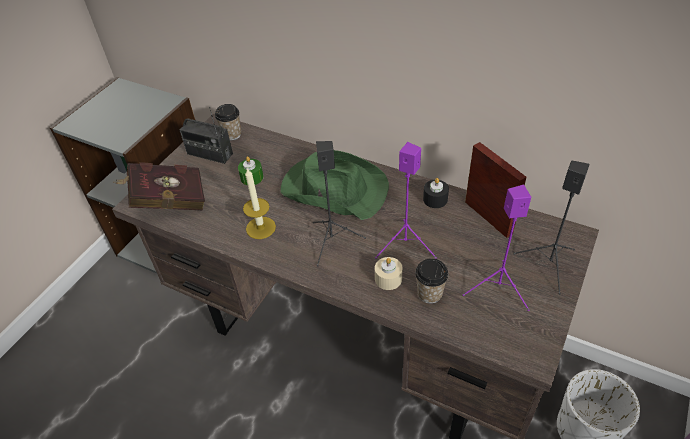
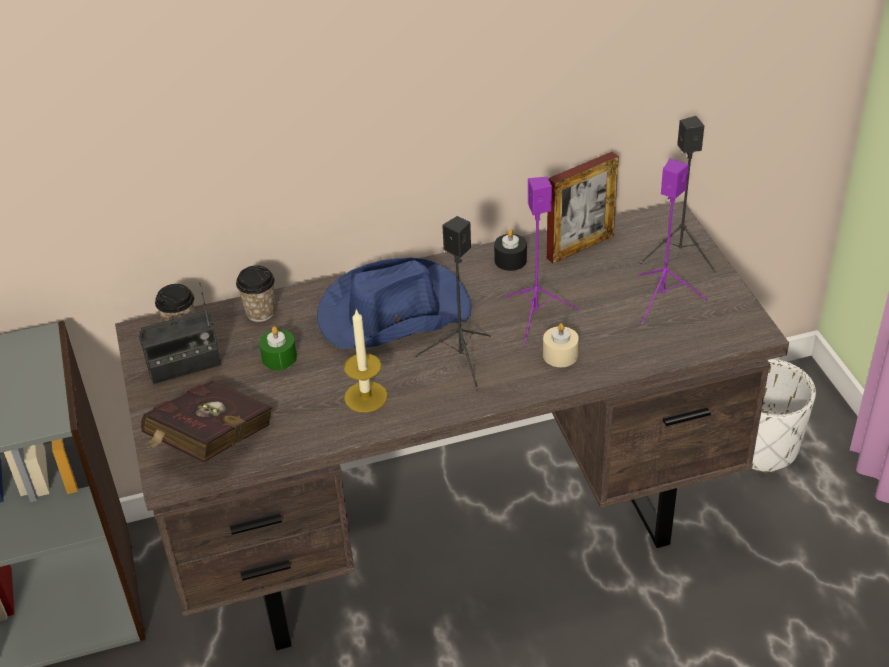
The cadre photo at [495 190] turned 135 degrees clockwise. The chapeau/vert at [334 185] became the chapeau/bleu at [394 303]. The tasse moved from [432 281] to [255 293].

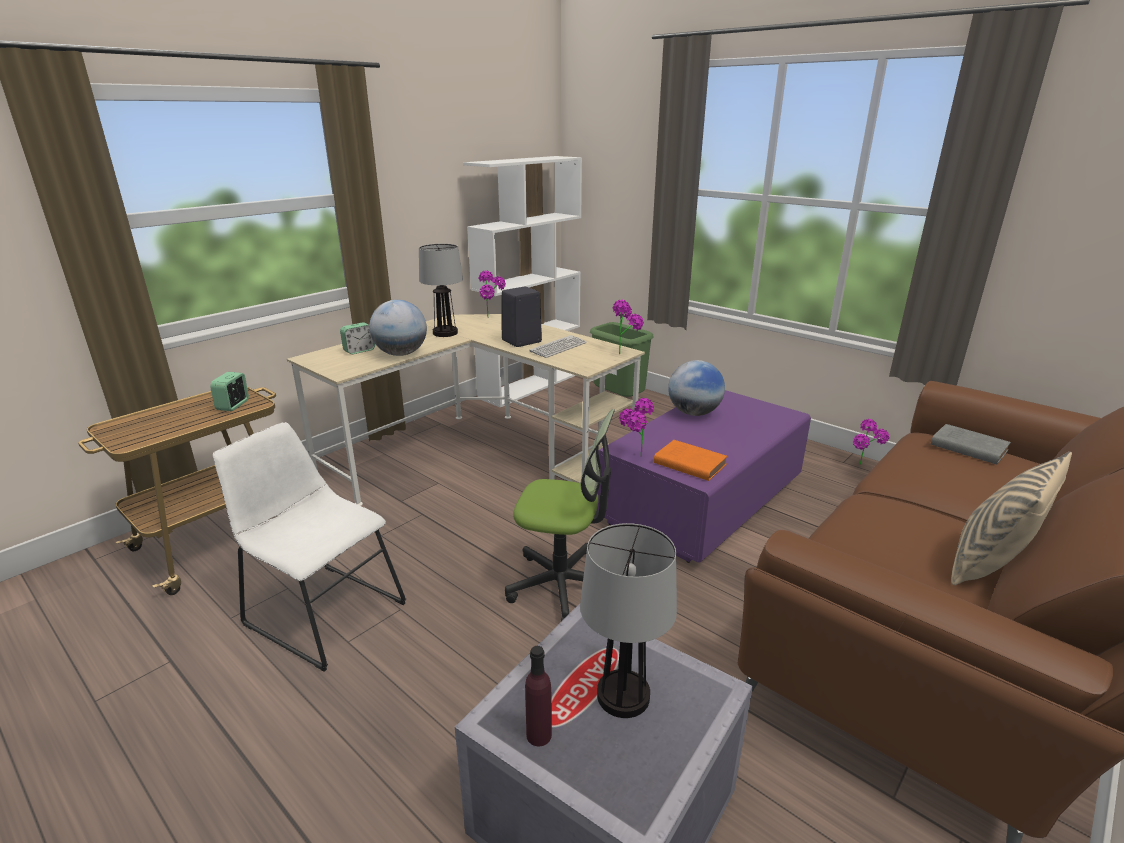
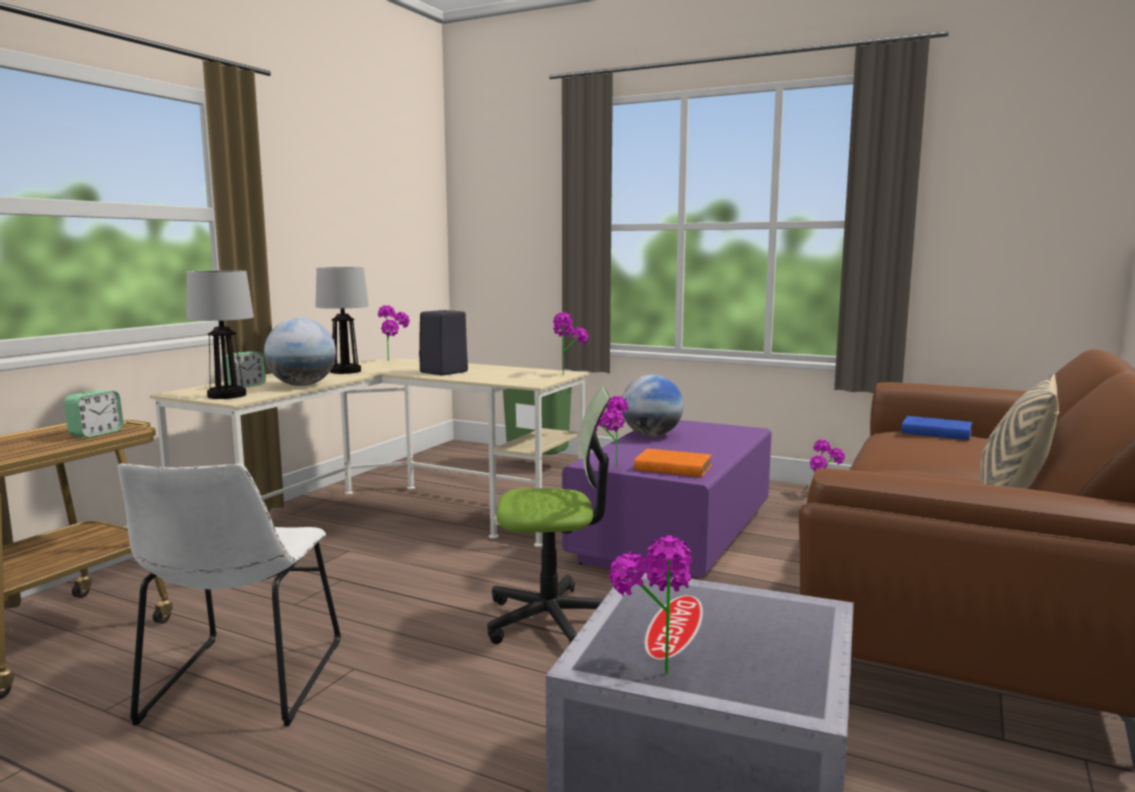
The bibliothèque/blanc at [522 281] disappeared. The clavier at [558 346] disappeared. The réveil at [229 391] turned 150 degrees counterclockwise. The chaise/blanc at [309 547] turned 105 degrees counterclockwise. The livre/gris at [971 444] became the livre/bleu at [936 428]. The lampe de table moved from [628 620] to [220 334]. The bouteille/violet at [538 696] was replaced by the plante en pot at [650 604].

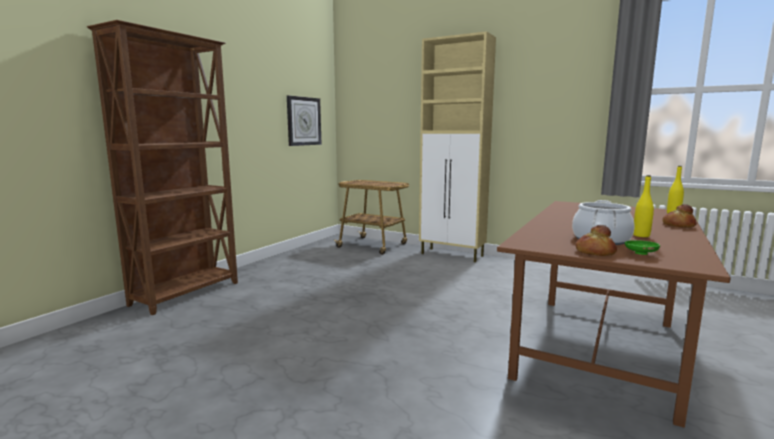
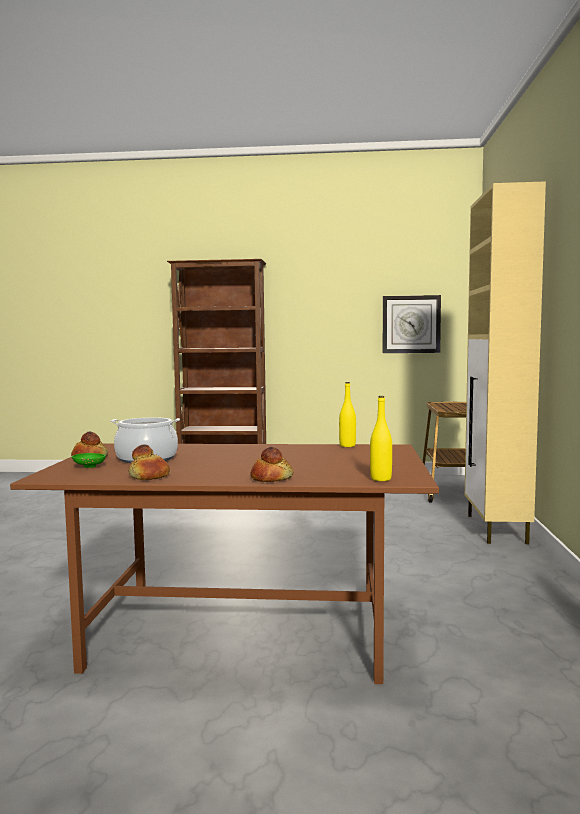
The bouteille/jaune moved from [643 206] to [347 414]. The pain at [149 462] appeared.

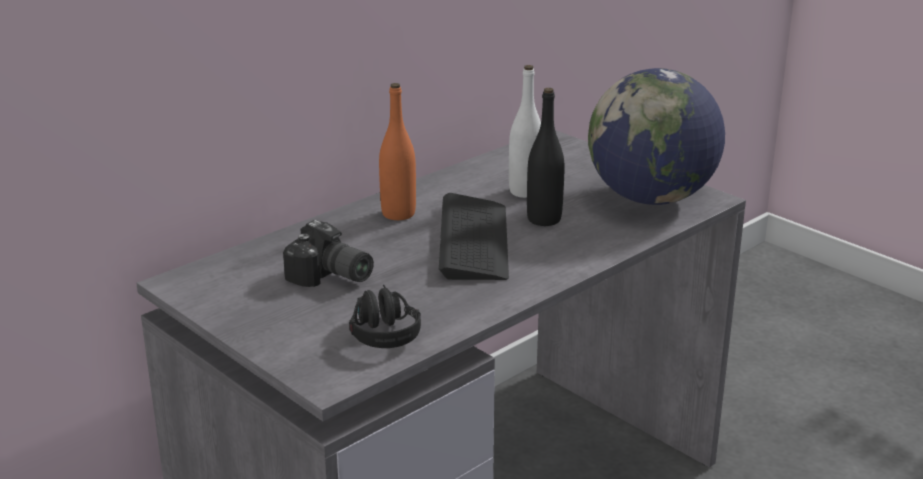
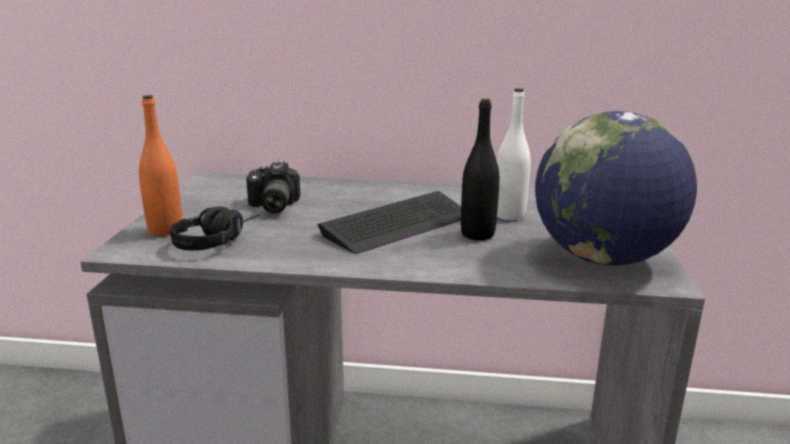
The bouteille/orange moved from [397 151] to [160 165].

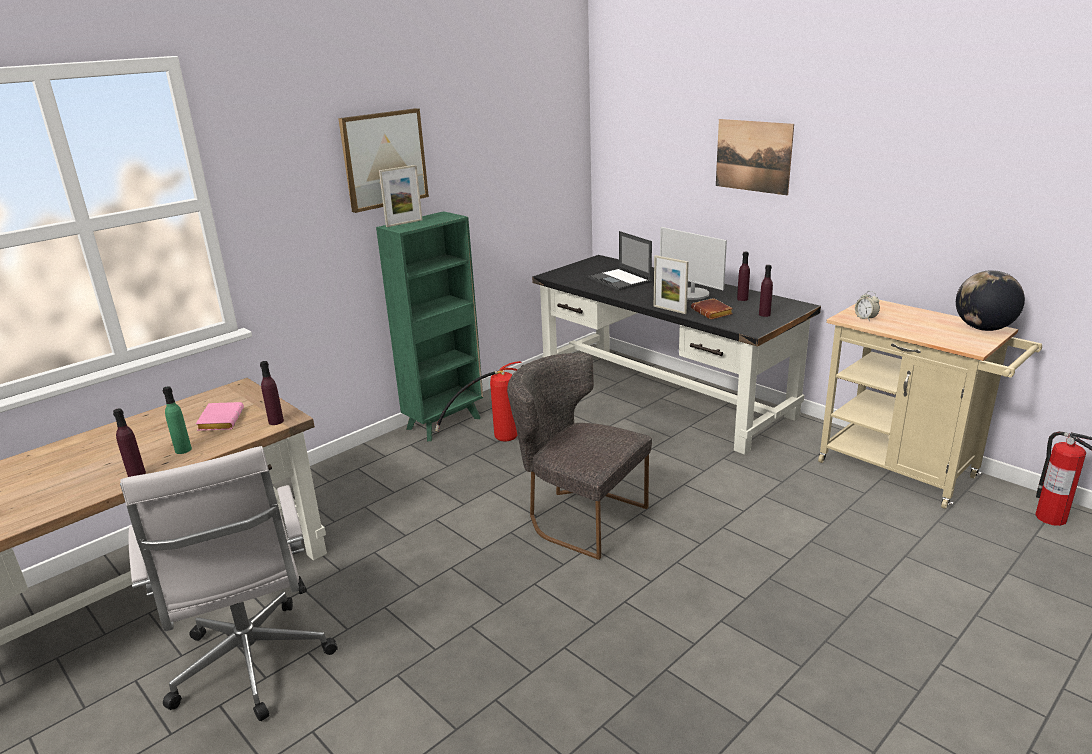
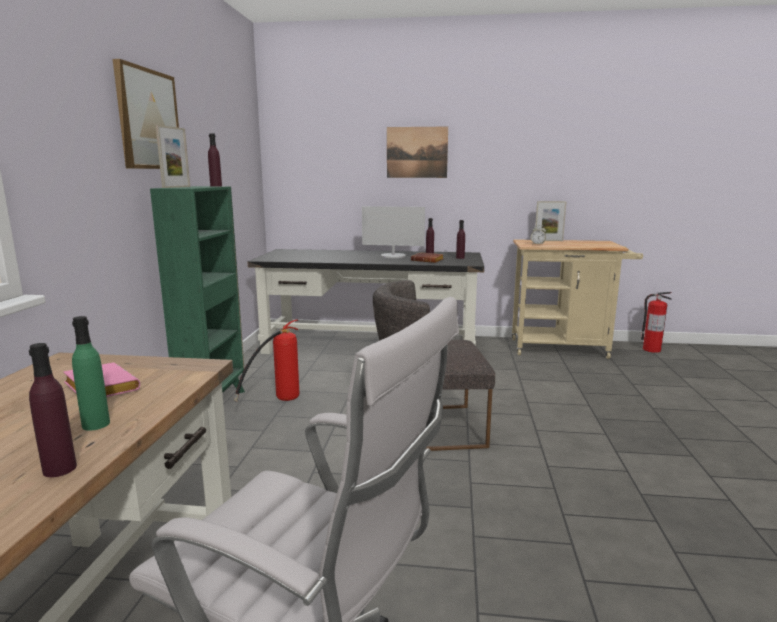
The ordinateur portable at [620 260] disappeared. The cadre photo moved from [671 284] to [551 221]. The globe at [990 300] disappeared. The bouteille/violet moved from [272 393] to [215 160].

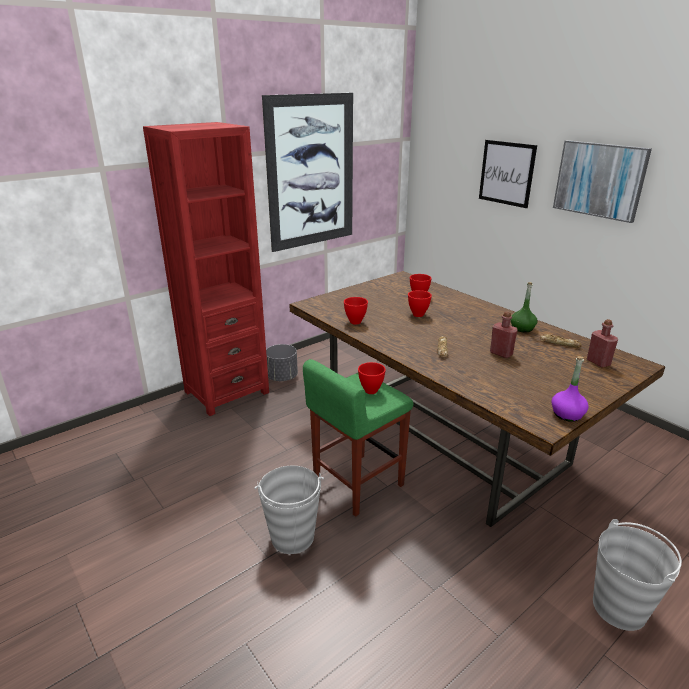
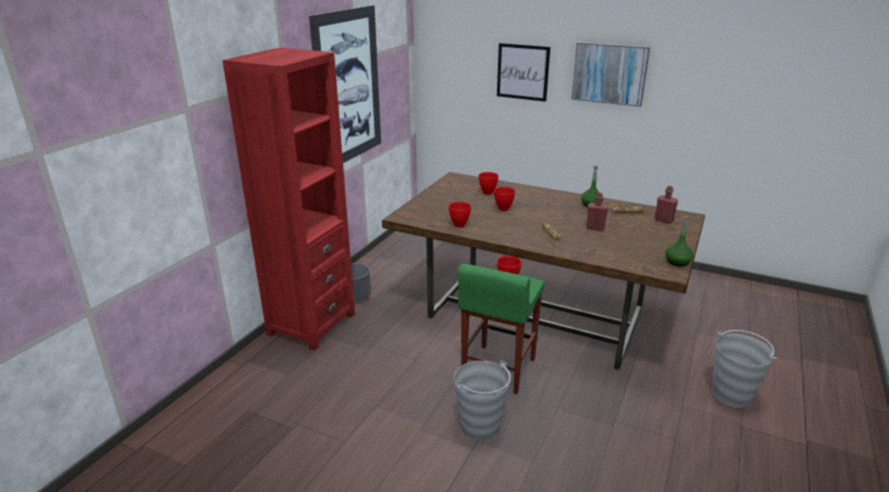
The bouteille/violet at [570 389] became the bouteille/vert at [680 241].

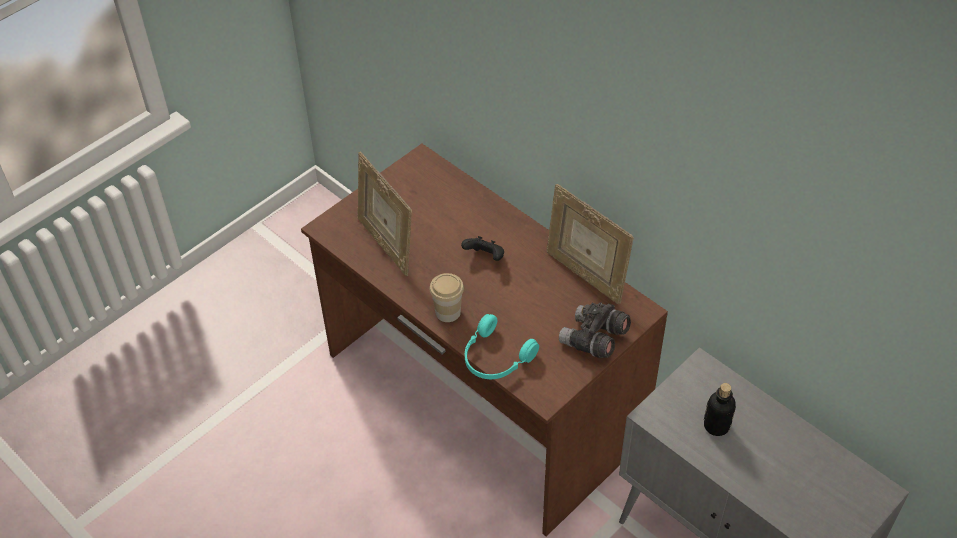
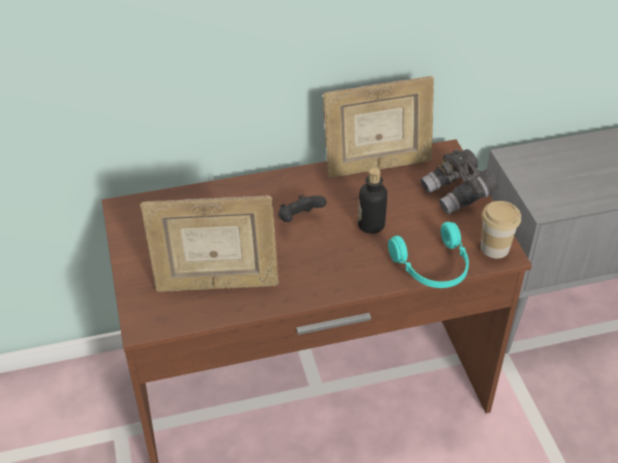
The tasse moved from [447 297] to [501 229]. The bouteille moved from [720 409] to [373 201].

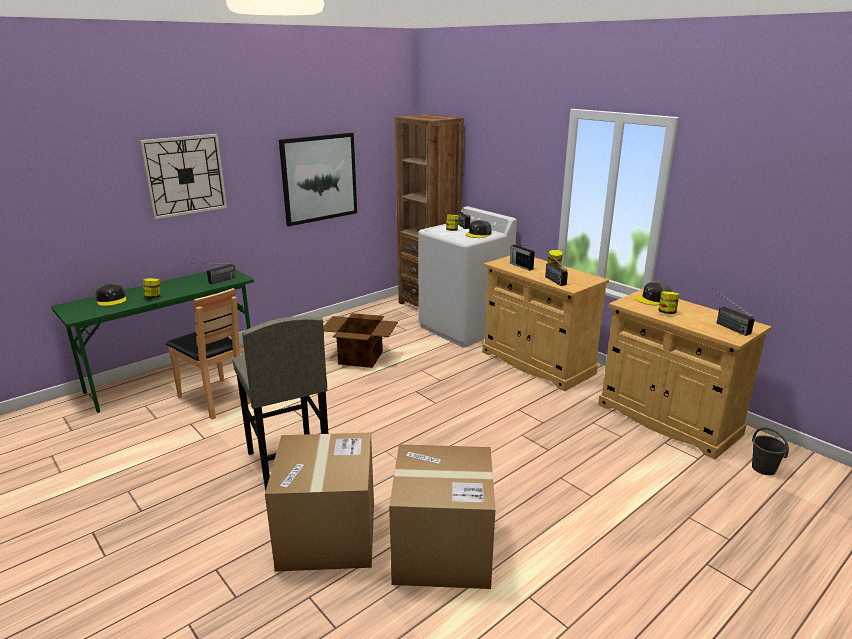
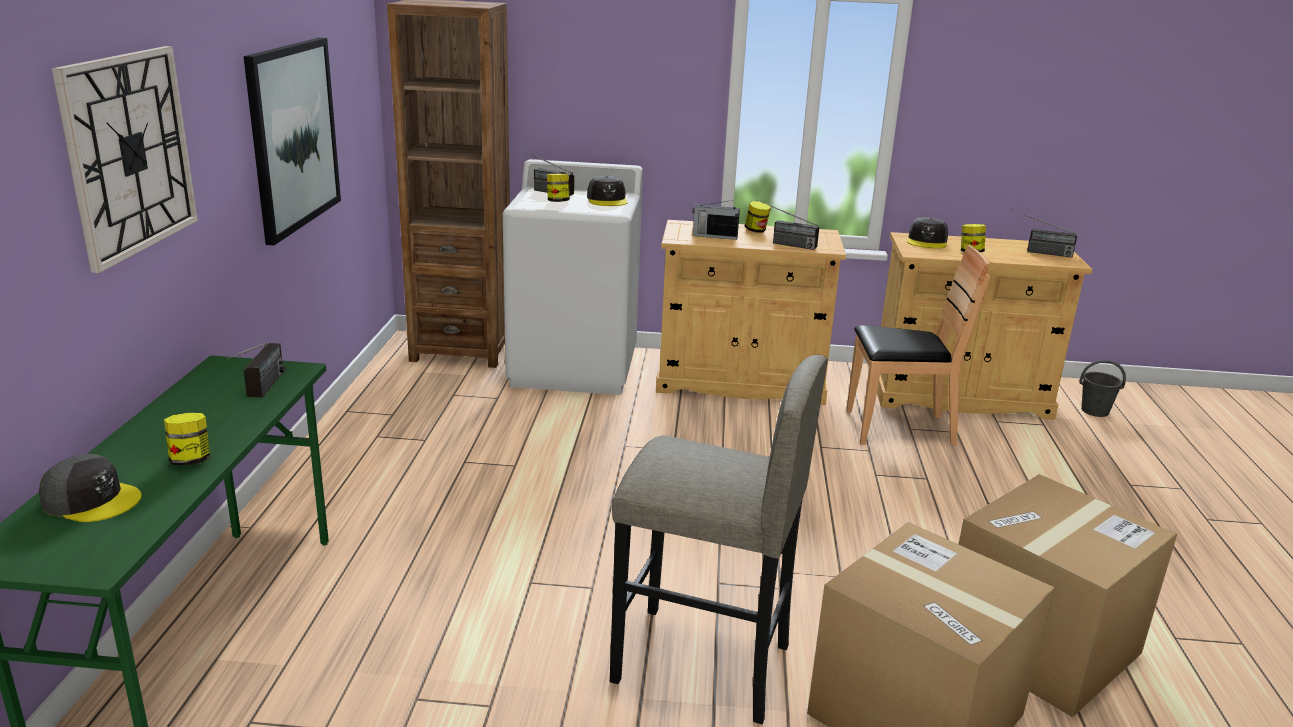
The chaise/marron moved from [208 353] to [918 345]. The carton at [361 340] disappeared.

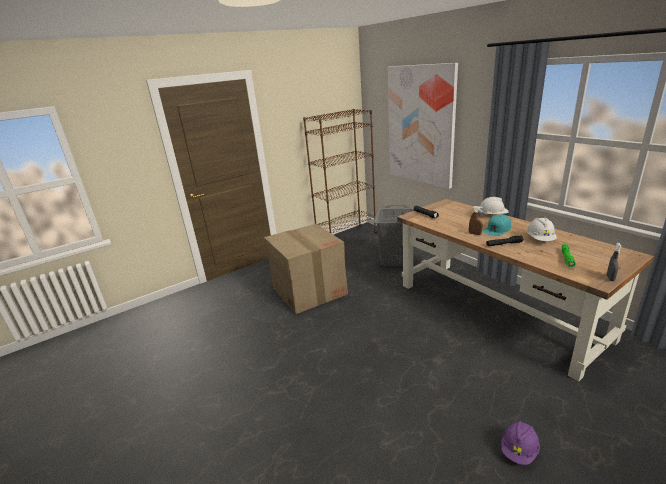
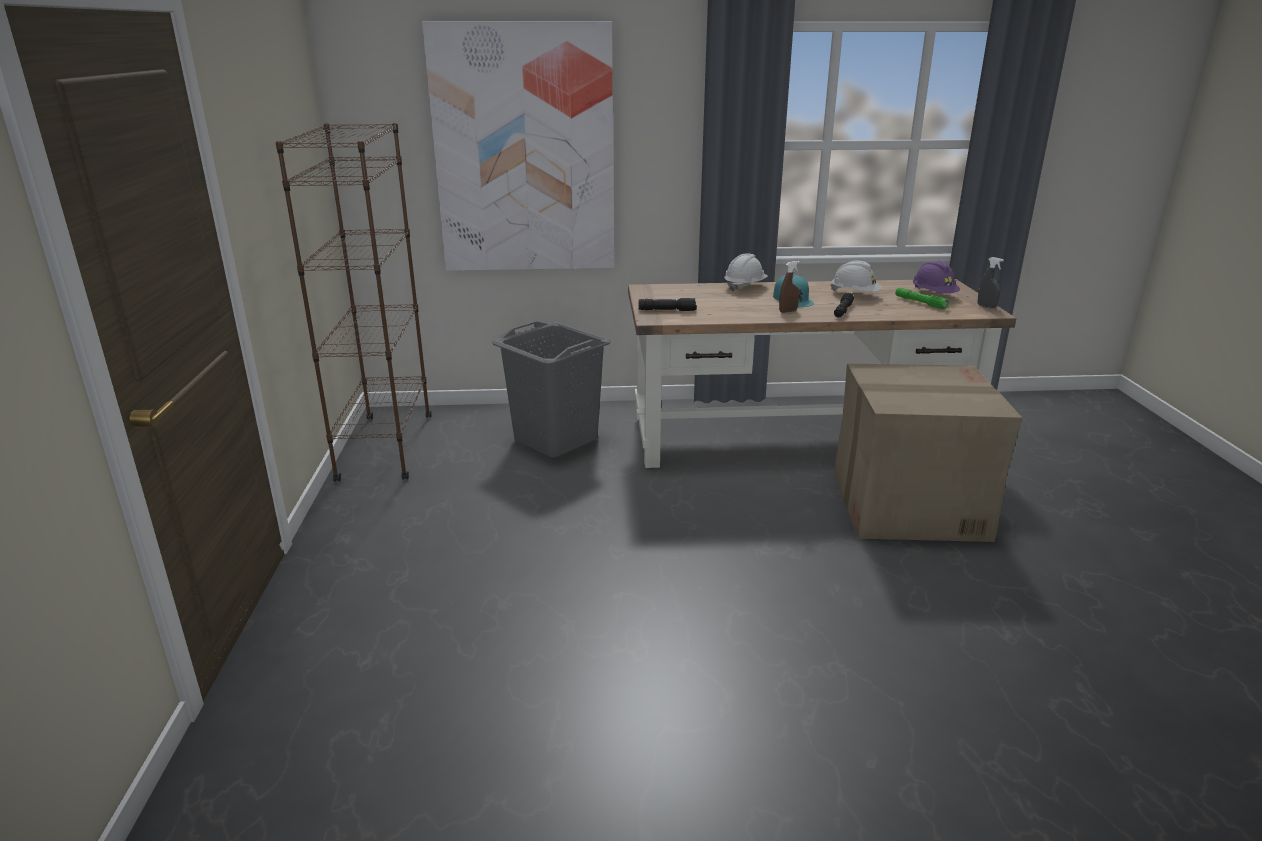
The carton moved from [306 269] to [928 453]. The casque de chantier/violet moved from [520 443] to [936 277].

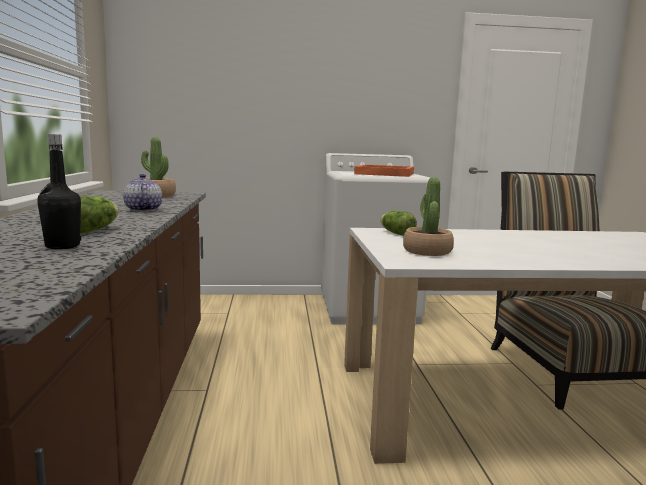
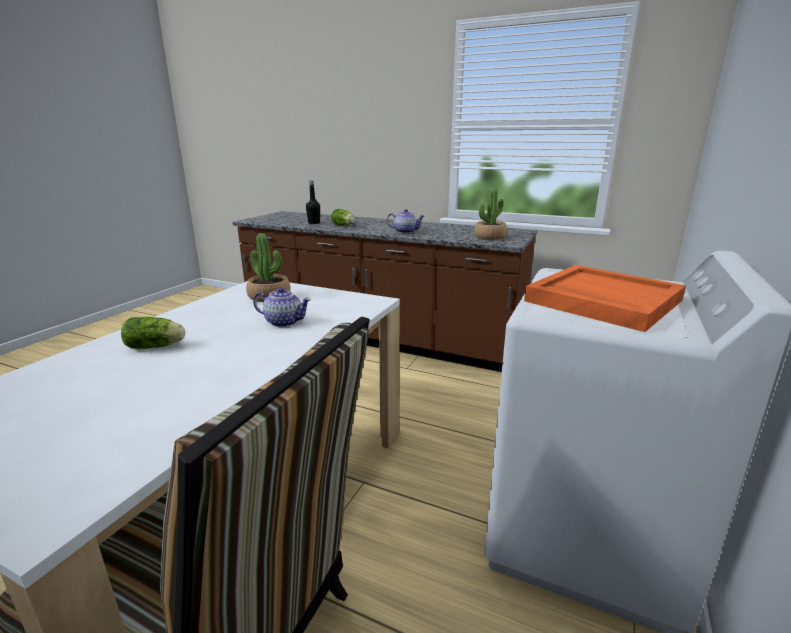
The laitue moved from [398 223] to [153 333]. The théière at [282 307] appeared.

